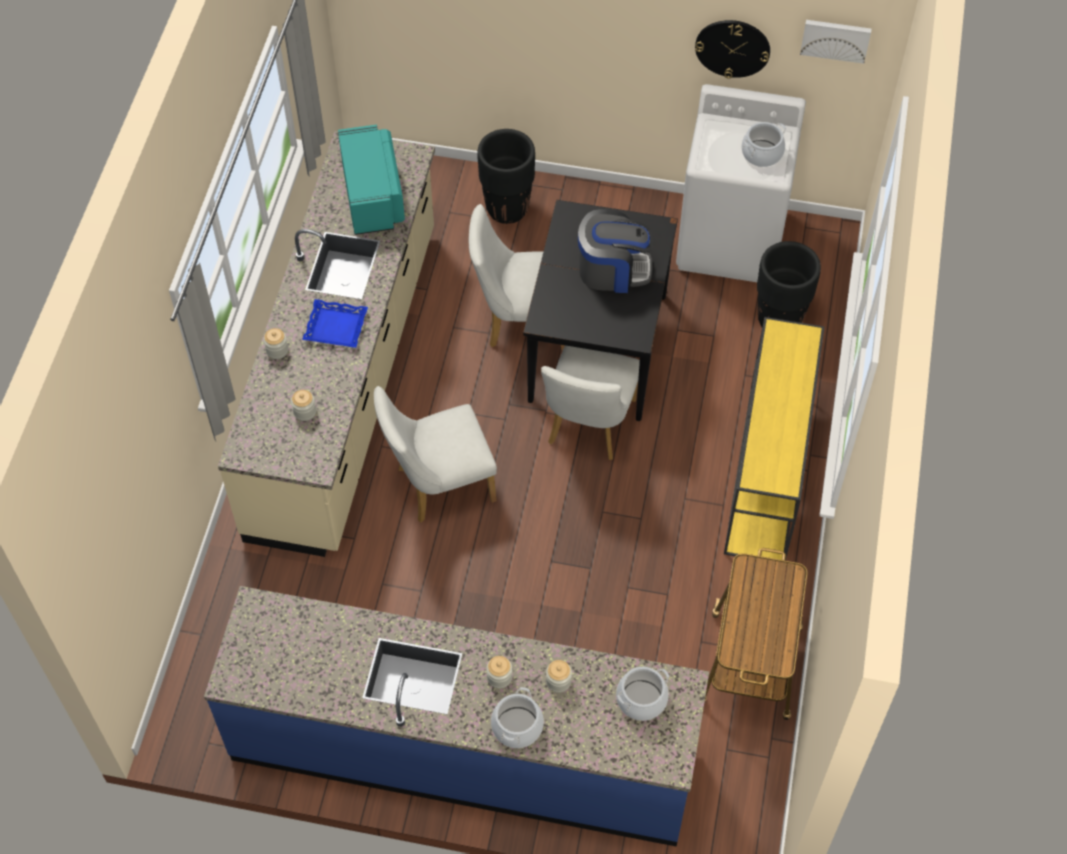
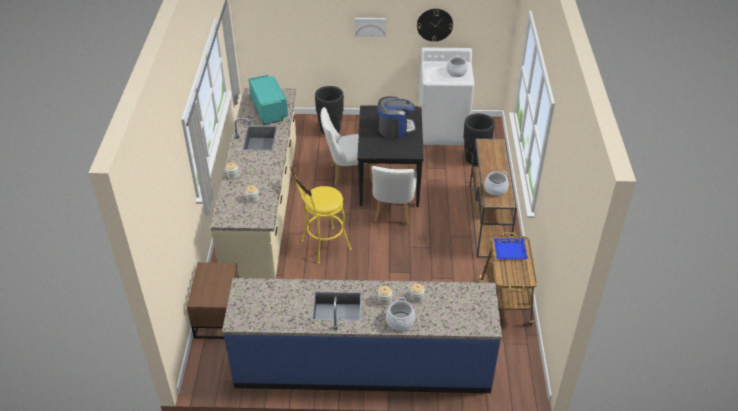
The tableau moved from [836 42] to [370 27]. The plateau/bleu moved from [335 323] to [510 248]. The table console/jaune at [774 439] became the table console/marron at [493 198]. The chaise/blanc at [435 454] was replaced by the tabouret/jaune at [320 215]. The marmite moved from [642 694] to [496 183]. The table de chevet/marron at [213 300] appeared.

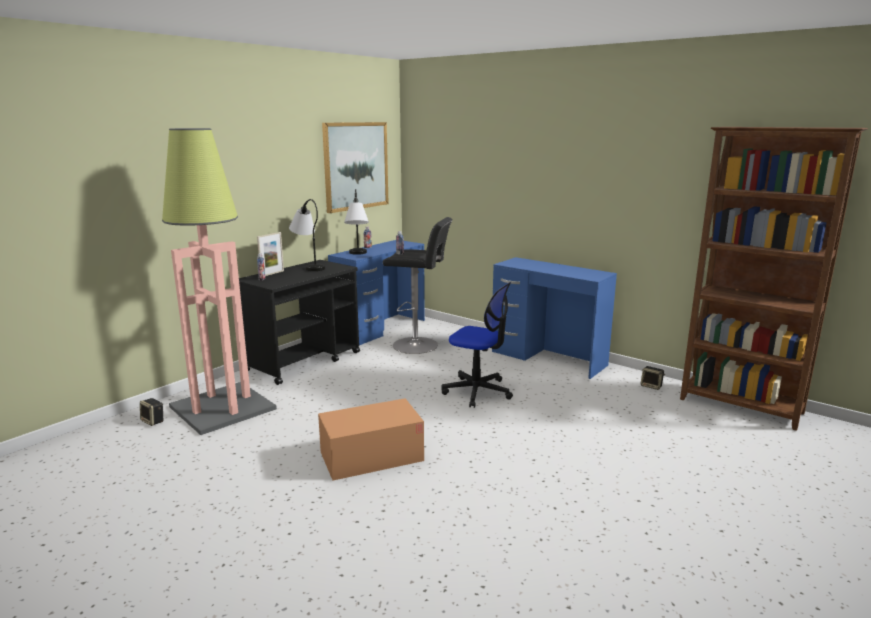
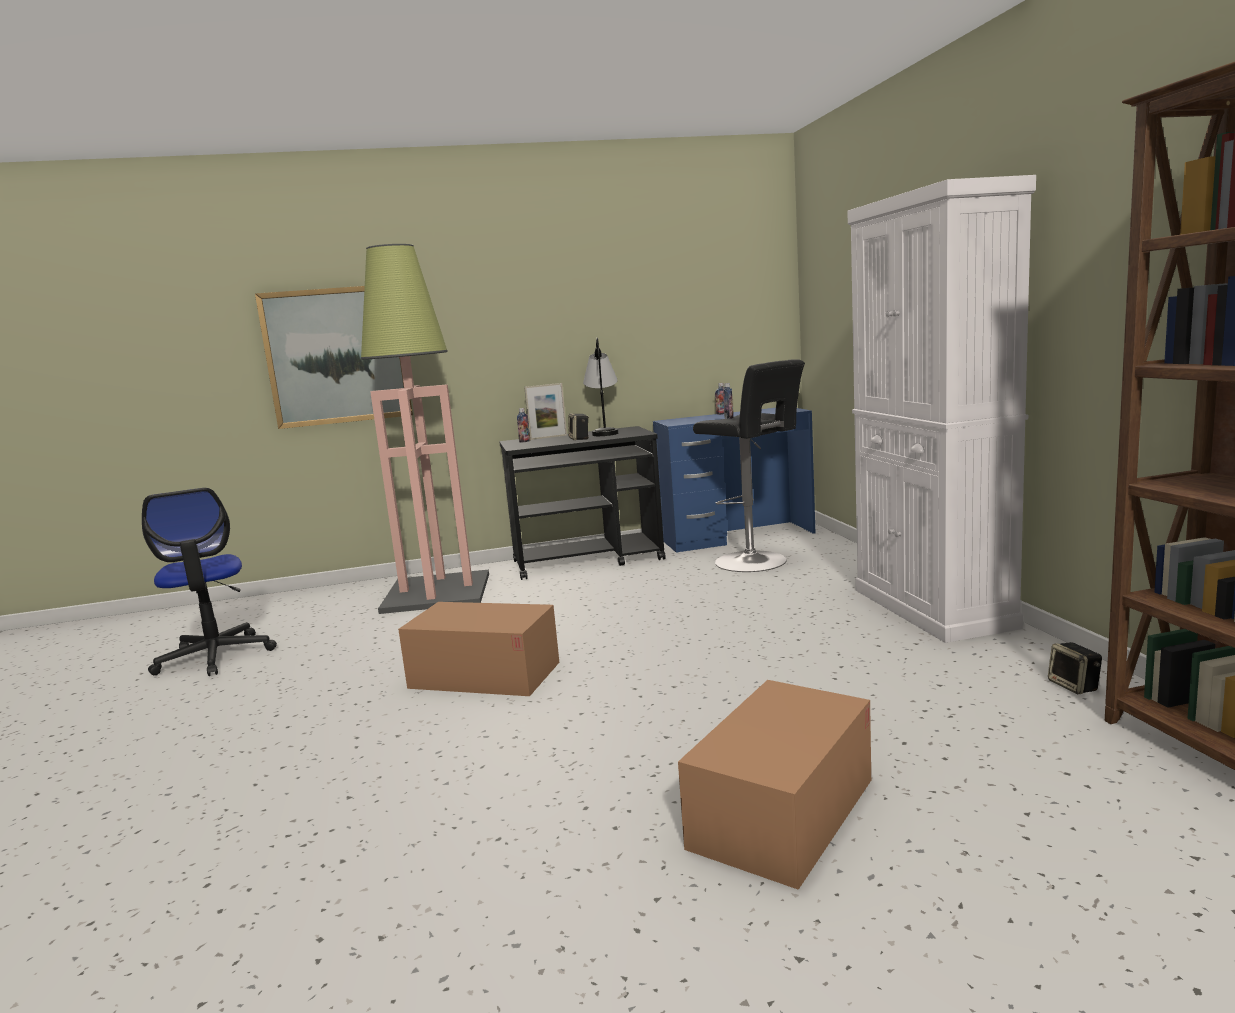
The tableau moved from [355 167] to [334 357]. The lampe de table at [356 222] disappeared. The bureau/bleu at [554 318] was replaced by the meuble de rangement/blanc at [941 409]. The chaise de bureau moved from [477 345] to [209 582]. The enceinte moved from [152 412] to [578 426]. The carton at [774 785] appeared.

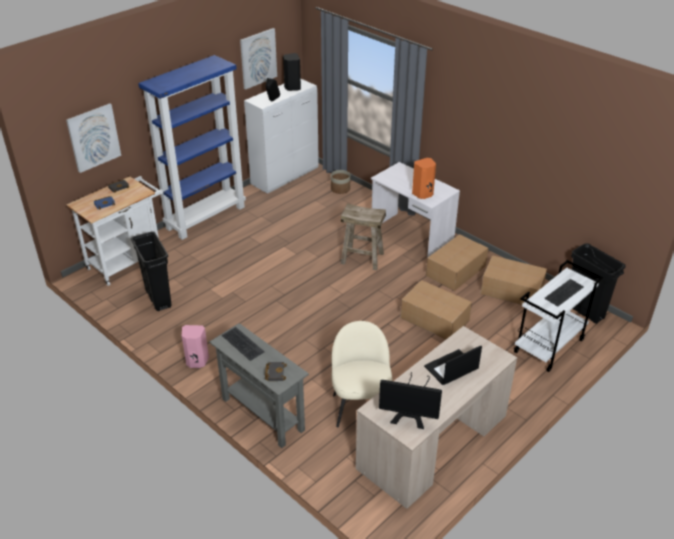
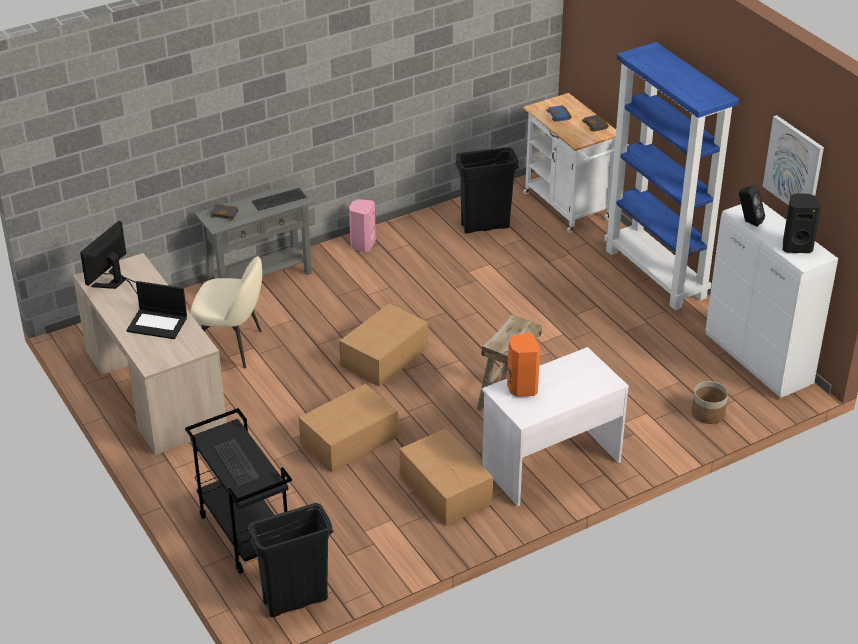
The tableau at [93 138] disappeared. The carton moved from [513 280] to [384 344]. The chariot/blanc at [558 316] became the chariot/noir at [238 491]. The ordinateur portable at [453 365] turned 120 degrees clockwise.

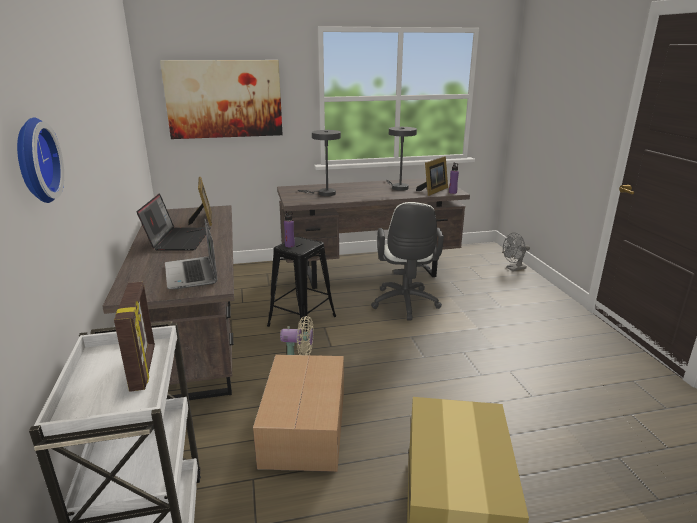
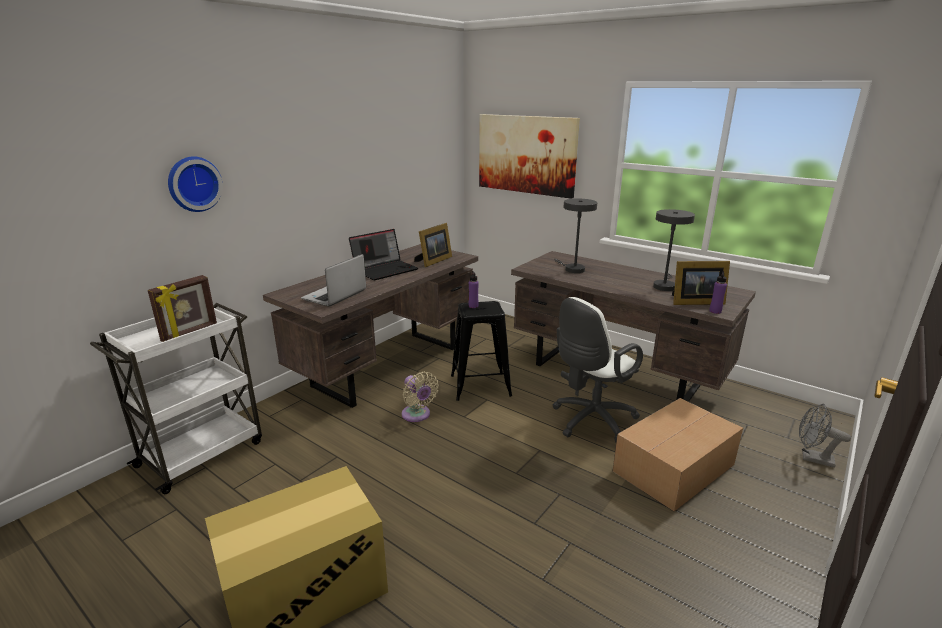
The carton moved from [298 413] to [678 454].

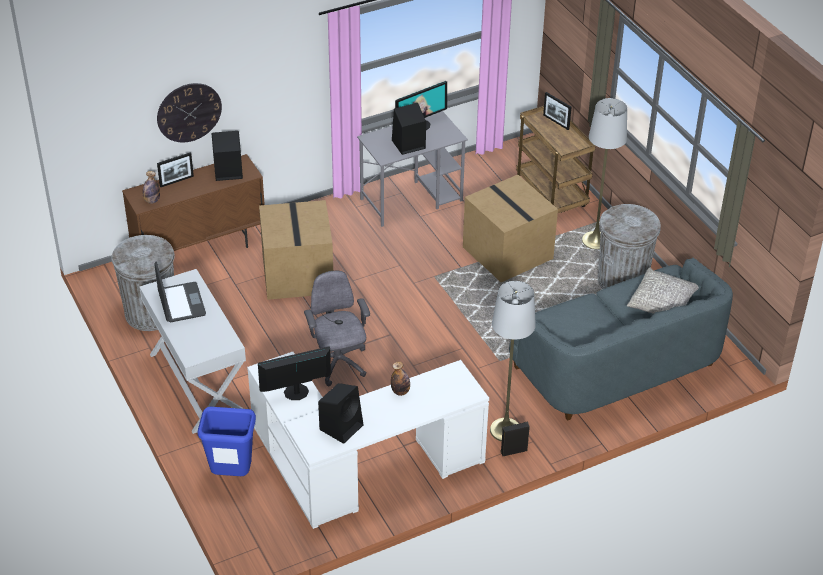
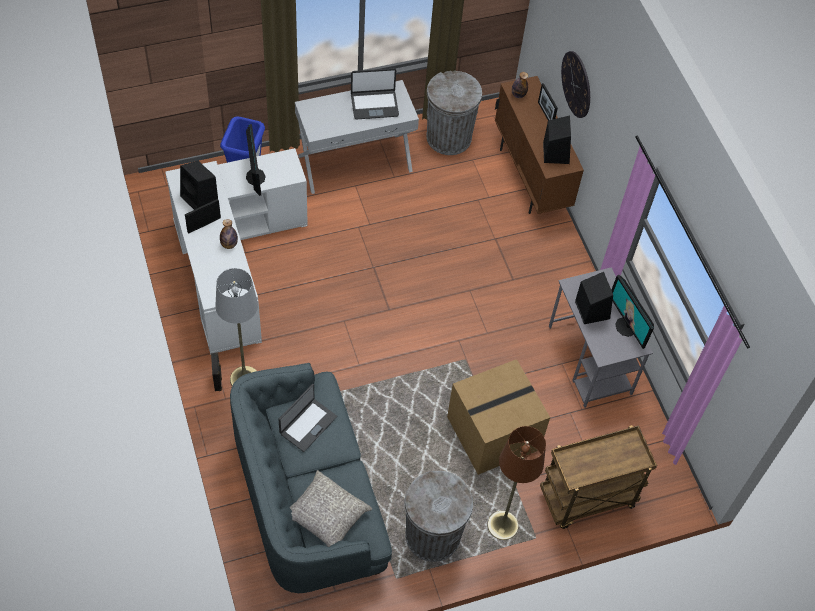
The cadre photo moved from [557 111] to [203 216]. The lampadaire/gris at [604 173] became the lampadaire/marron at [516 483]. The carton at [296 250] disappeared. The chaise de bureau/gris at [337 328] disappeared. The ordinateur portable at [307 418] appeared.

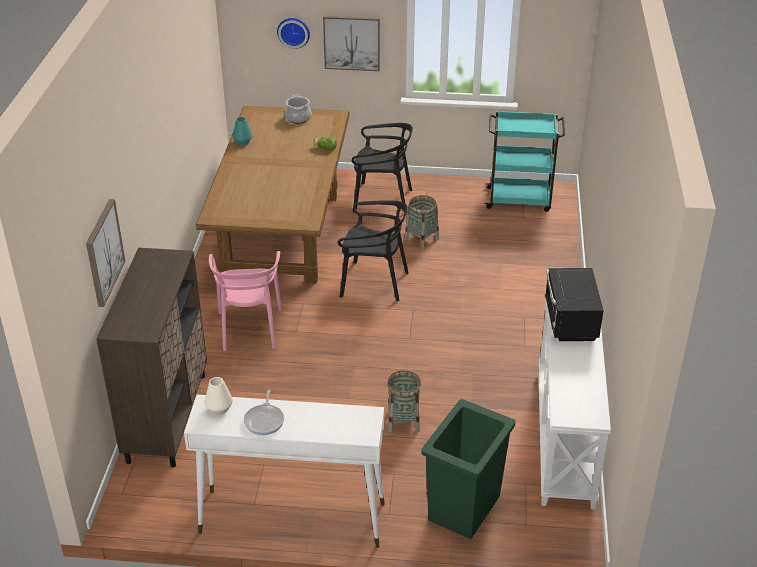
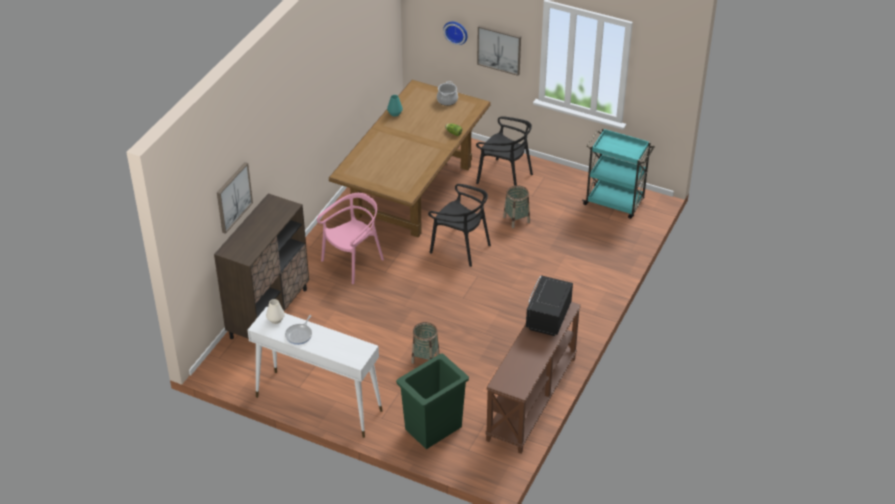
The chaise/rose at [245 301] turned 150 degrees counterclockwise. The table console/blanc at [574 406] became the table console/marron at [533 378].

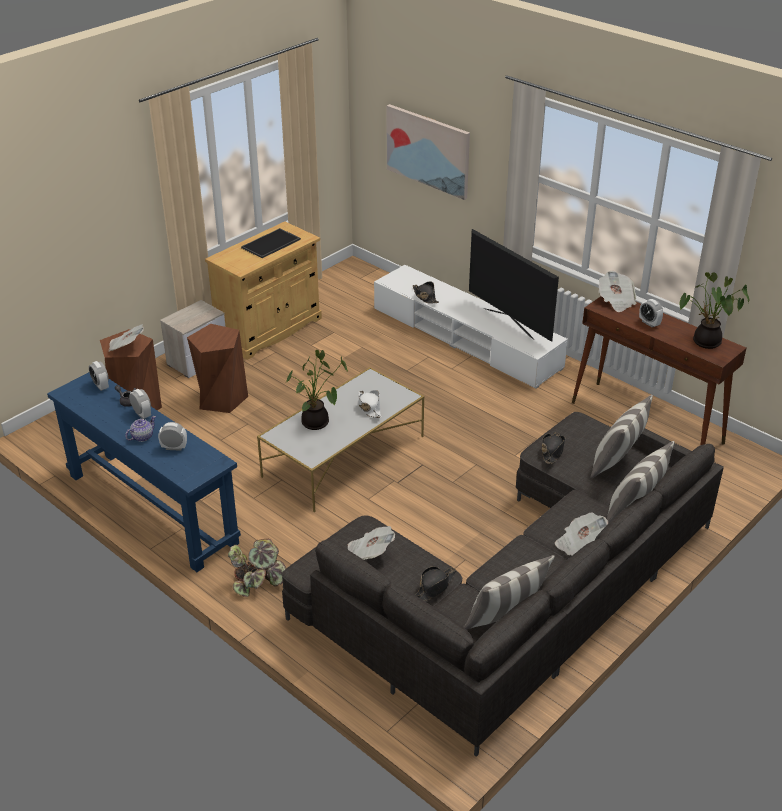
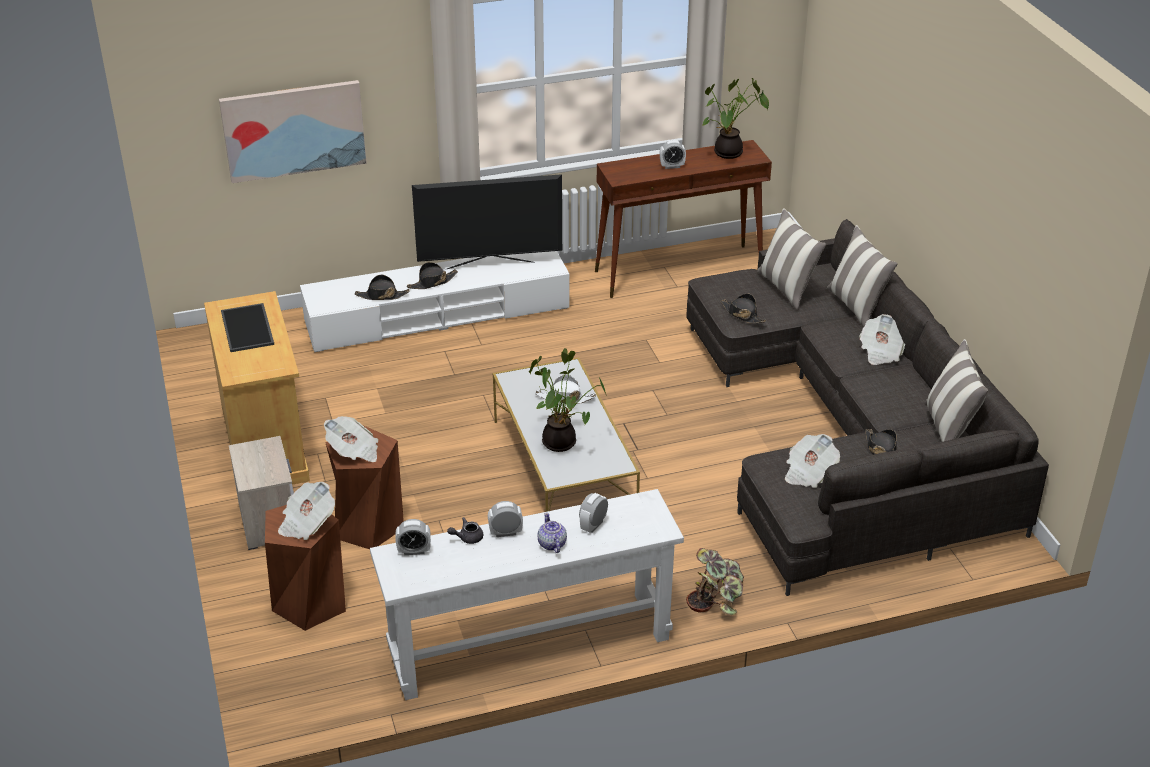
The journal moved from [617 291] to [351 439]. The table console/bleu at [144 472] became the table console/blanc at [527 594]. The chapeau/noir at [432 275] appeared.

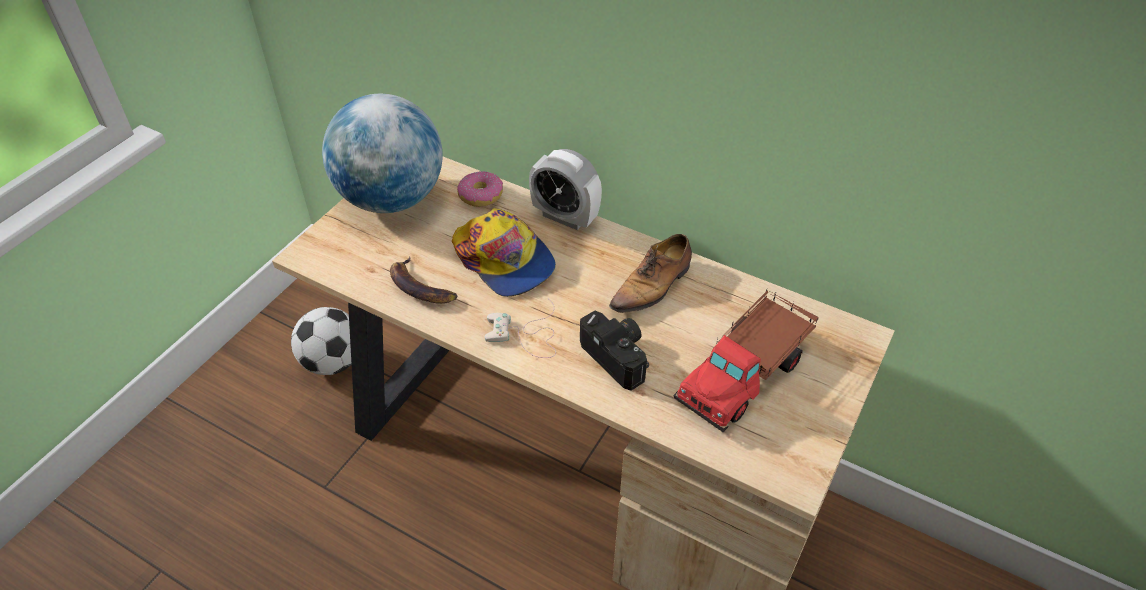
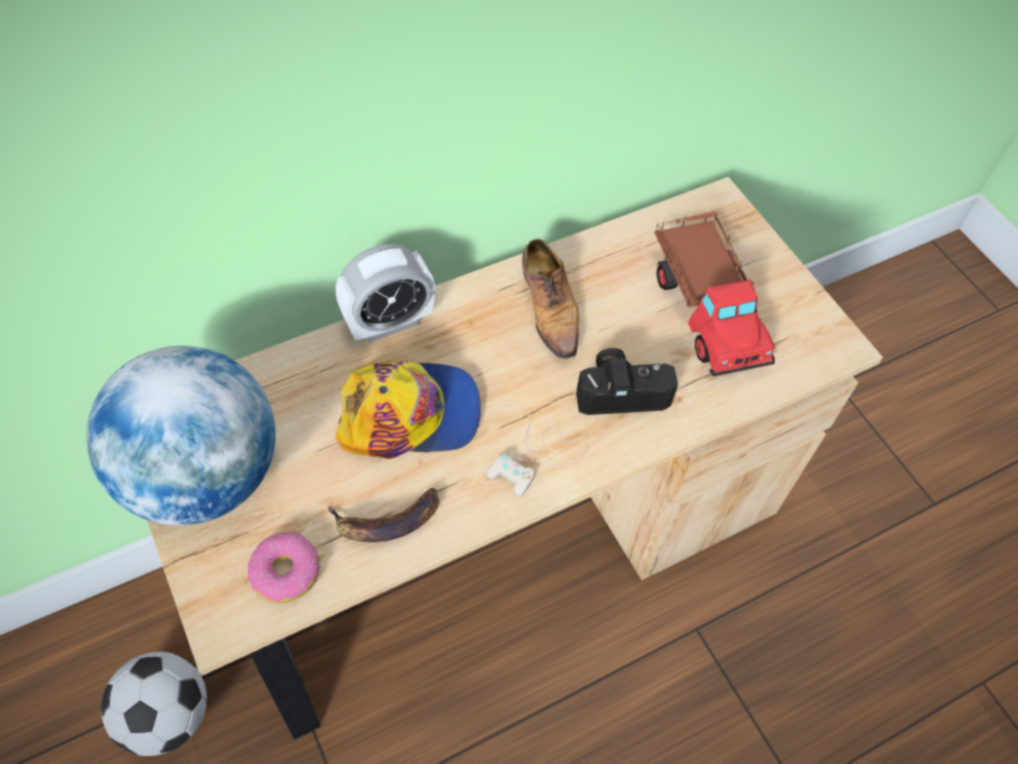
The beignet moved from [480 189] to [284 567].

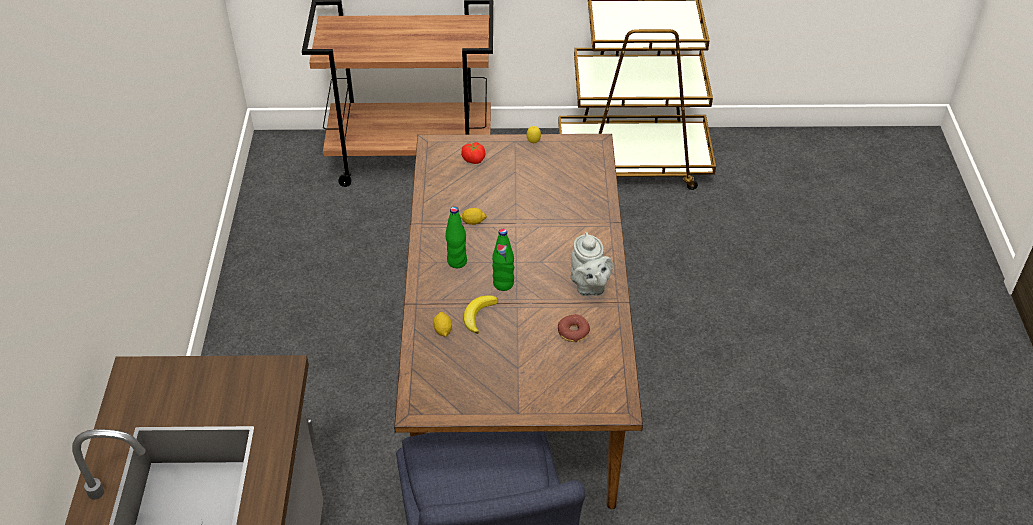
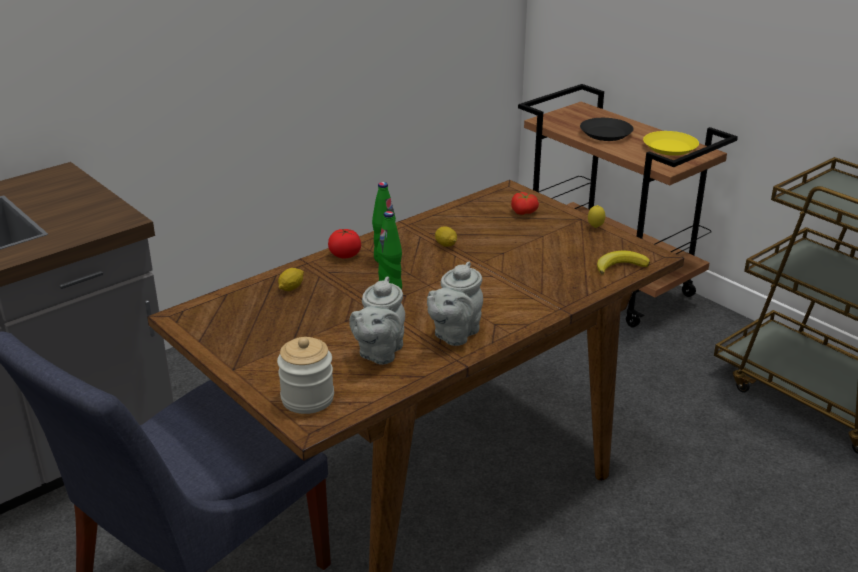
The banane moved from [481 314] to [623 263]. The beignet at [574 328] was replaced by the théière/gris at [377 321]. The assiette/noir at [607 129] appeared. The assiette/jaune at [671 143] appeared. The tomate at [344 243] appeared. The bocal at [305 375] appeared.

